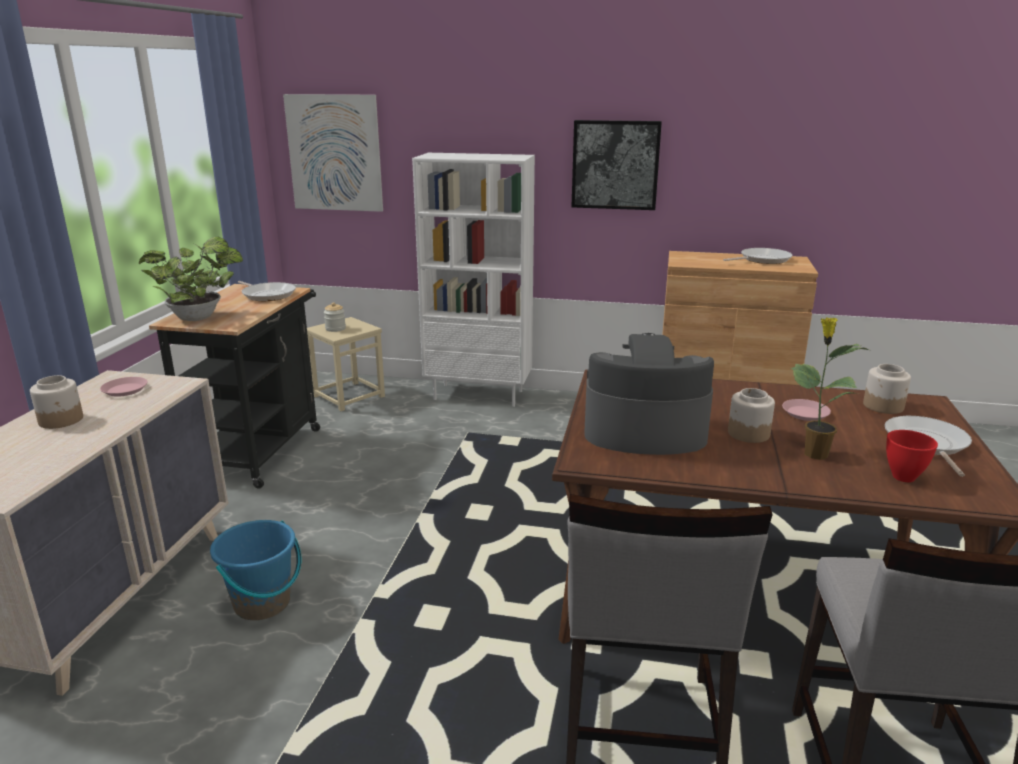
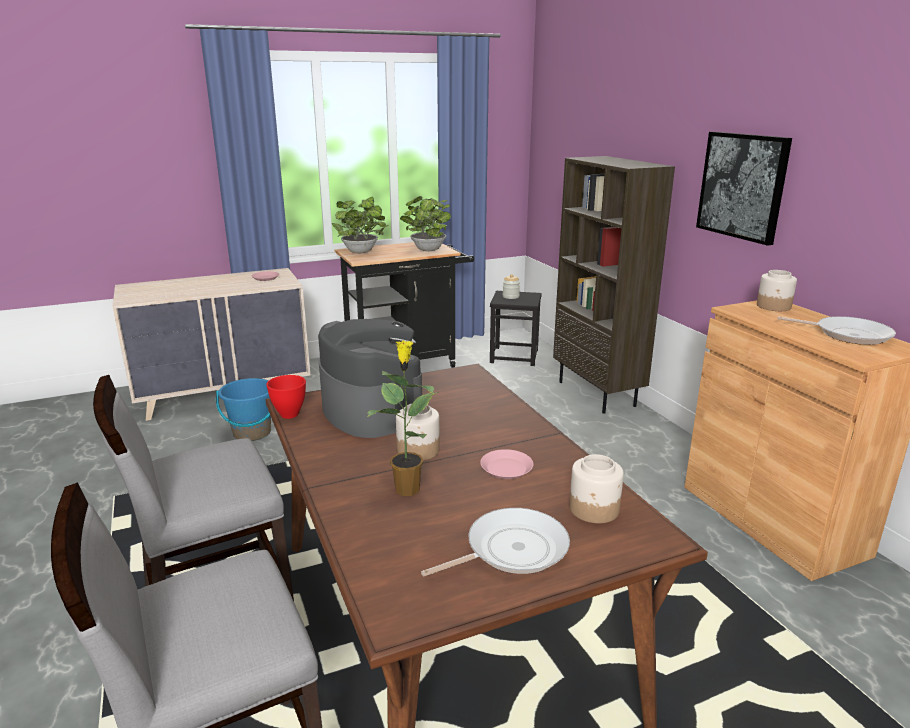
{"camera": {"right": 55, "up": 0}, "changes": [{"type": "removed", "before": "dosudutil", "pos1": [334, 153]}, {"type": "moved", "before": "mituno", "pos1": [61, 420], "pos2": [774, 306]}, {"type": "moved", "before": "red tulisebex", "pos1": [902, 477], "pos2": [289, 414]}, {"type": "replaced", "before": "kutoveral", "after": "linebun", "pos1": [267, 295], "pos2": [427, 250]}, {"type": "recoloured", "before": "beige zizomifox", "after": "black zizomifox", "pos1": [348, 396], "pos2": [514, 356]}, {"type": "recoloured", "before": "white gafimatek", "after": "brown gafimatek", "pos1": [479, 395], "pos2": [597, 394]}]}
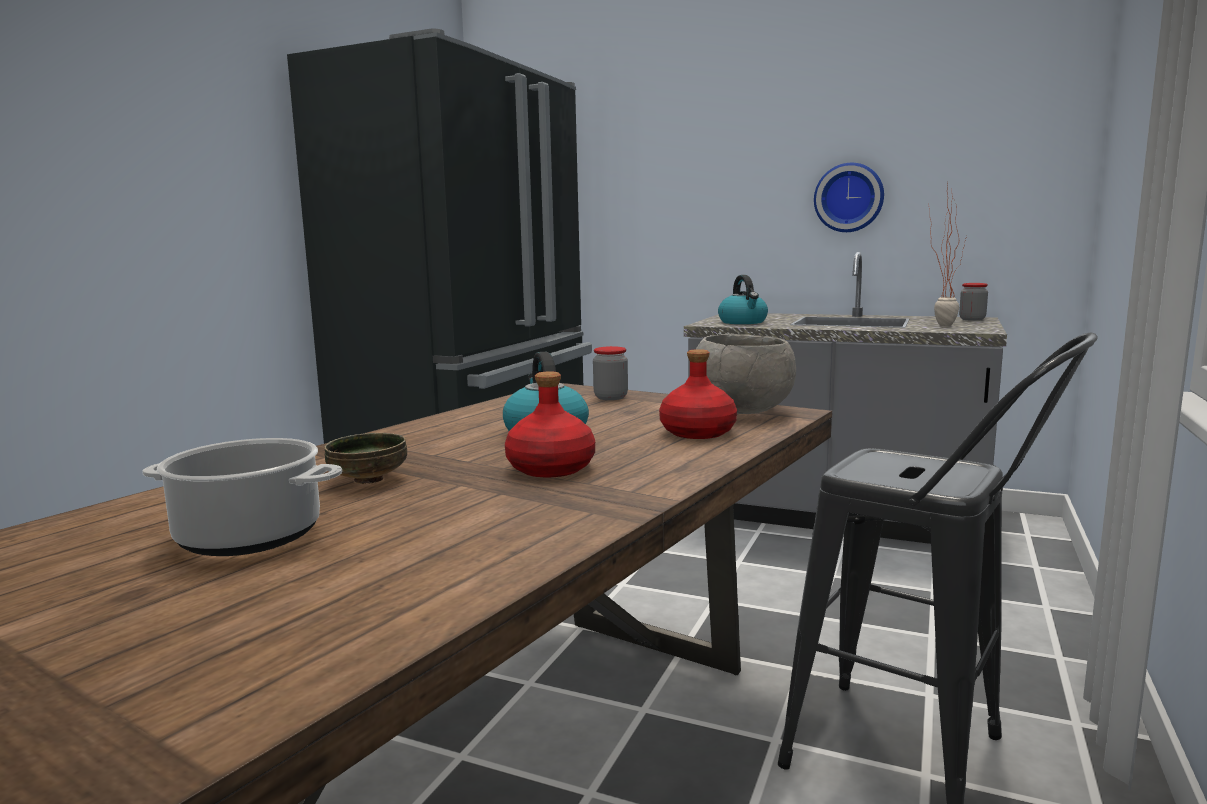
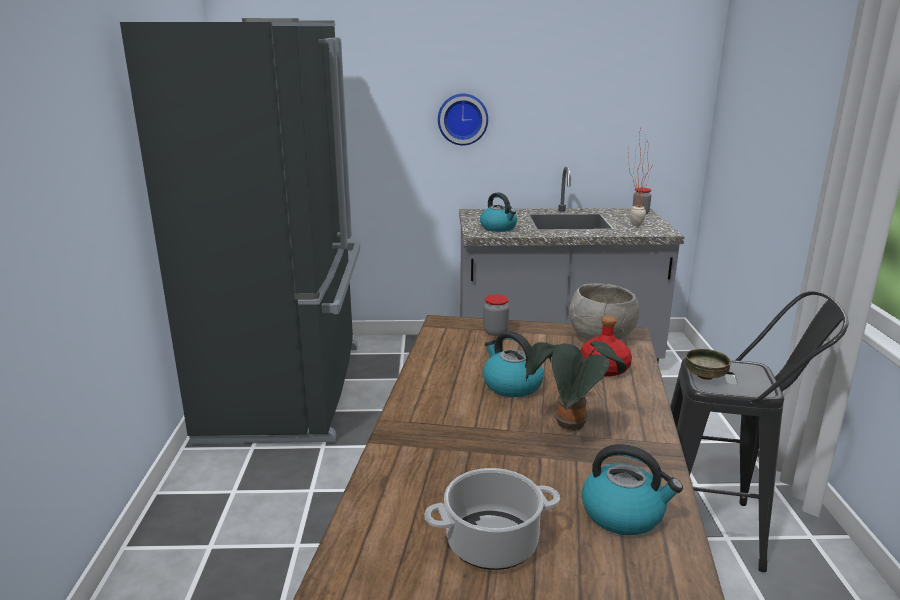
{"camera": {"right": -25, "up": 10}, "changes": [{"type": "added", "after": "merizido", "pos2": [624, 514]}, {"type": "moved", "before": "tulisebex", "pos1": [370, 480], "pos2": [705, 376]}, {"type": "moved", "before": "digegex", "pos1": [849, 198], "pos2": [462, 119]}, {"type": "replaced", "before": "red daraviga", "after": "linebun", "pos1": [551, 468], "pos2": [570, 427]}]}
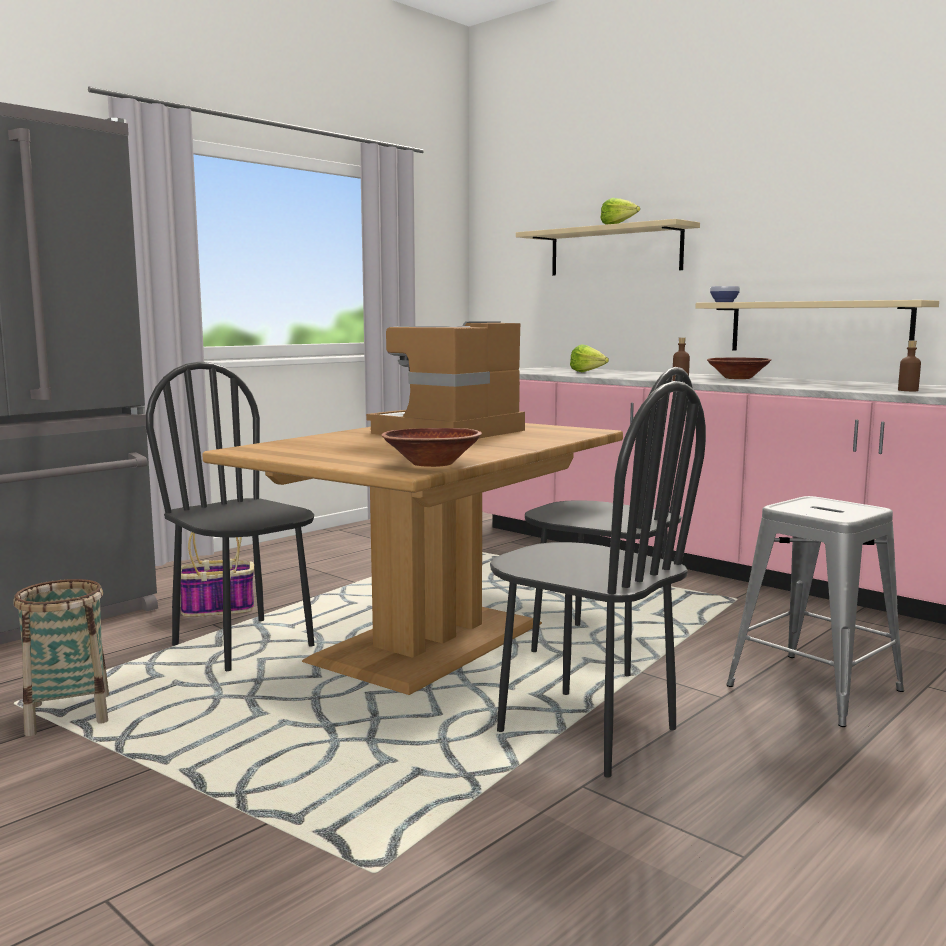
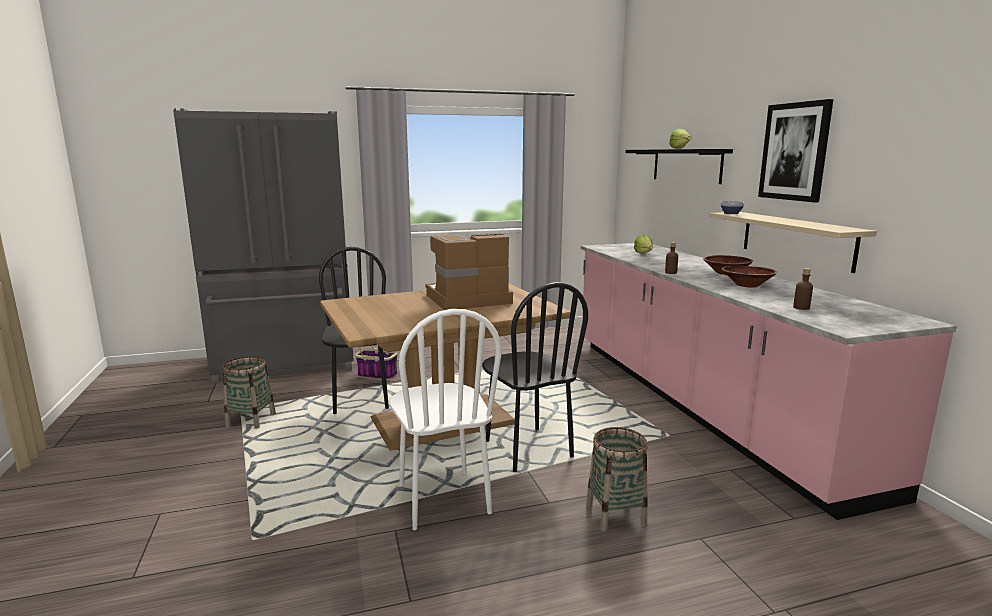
{"camera": {"right": 30, "up": 5}, "changes": [{"type": "added", "after": "dosudutil", "pos2": [795, 151]}, {"type": "moved", "before": "brown tulisebex", "pos1": [432, 464], "pos2": [747, 285]}, {"type": "replaced", "before": "grey zizomifox", "after": "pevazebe", "pos1": [813, 688], "pos2": [616, 514]}, {"type": "recoloured", "before": "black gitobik", "after": "white gitobik", "pos1": [586, 731], "pos2": [442, 499]}, {"type": "recoloured", "before": "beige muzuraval", "after": "black muzuraval", "pos1": [614, 251], "pos2": [686, 165]}]}
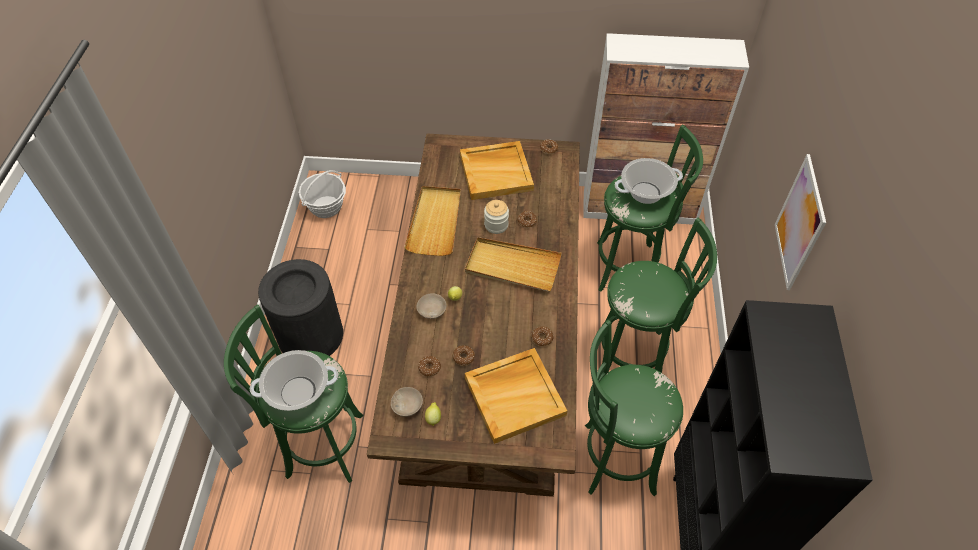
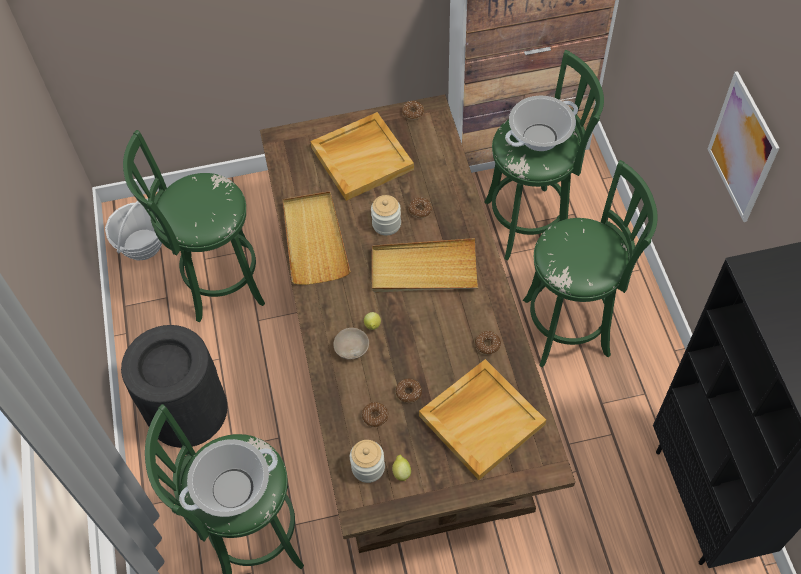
{"camera": {"right": -15, "up": 5}, "changes": [{"type": "moved", "before": "green zizomifox", "pos1": [614, 458], "pos2": [218, 283]}, {"type": "replaced", "before": "beige tulisebex", "after": "mituno", "pos1": [408, 406], "pos2": [368, 467]}]}
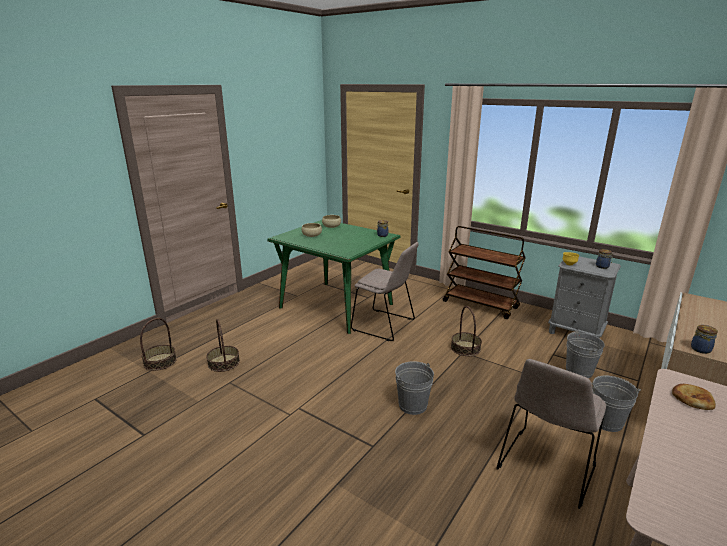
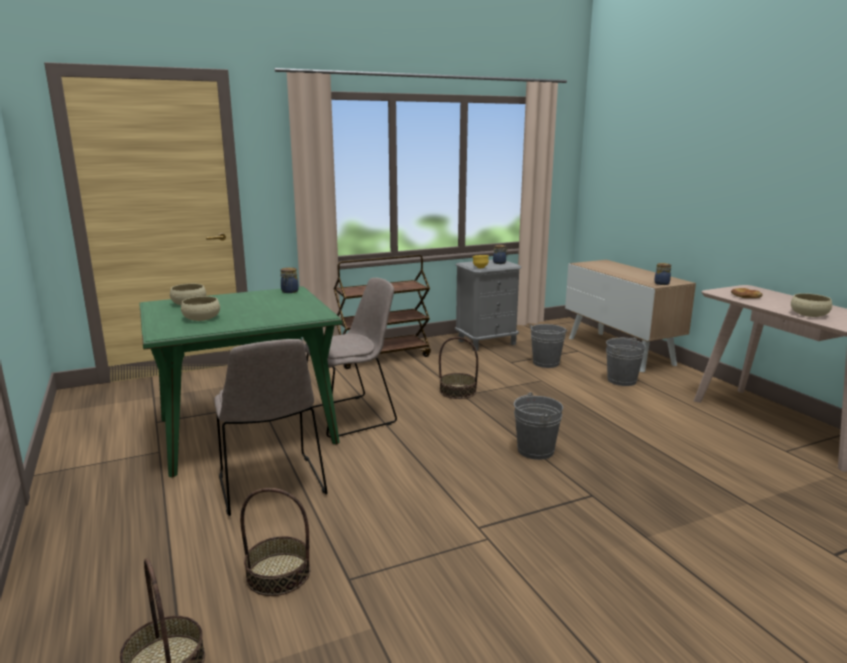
{"camera": {"right": -60, "up": -5}, "changes": [{"type": "added", "after": "beige tulisebex", "pos2": [809, 314]}, {"type": "moved", "before": "beige gitobik", "pos1": [545, 468], "pos2": [272, 487]}]}
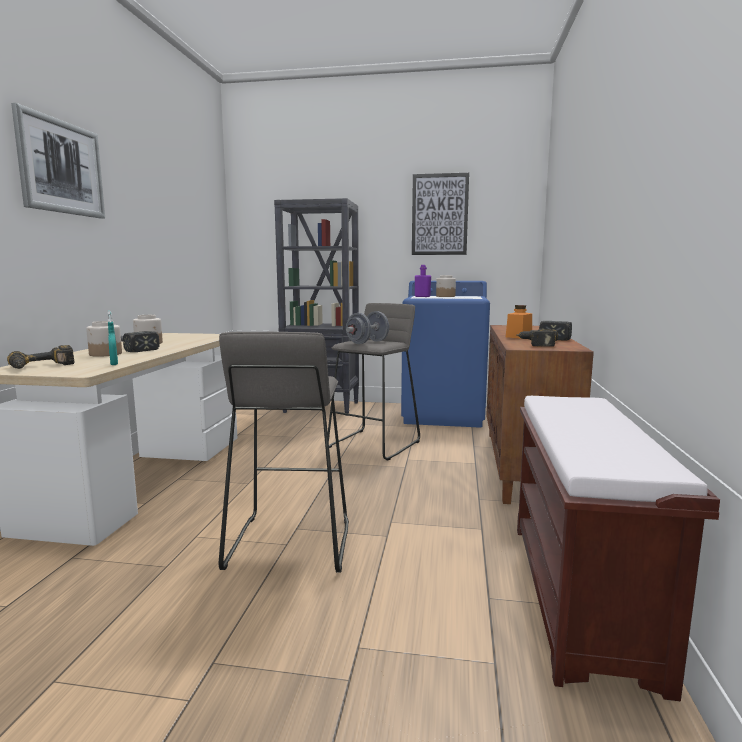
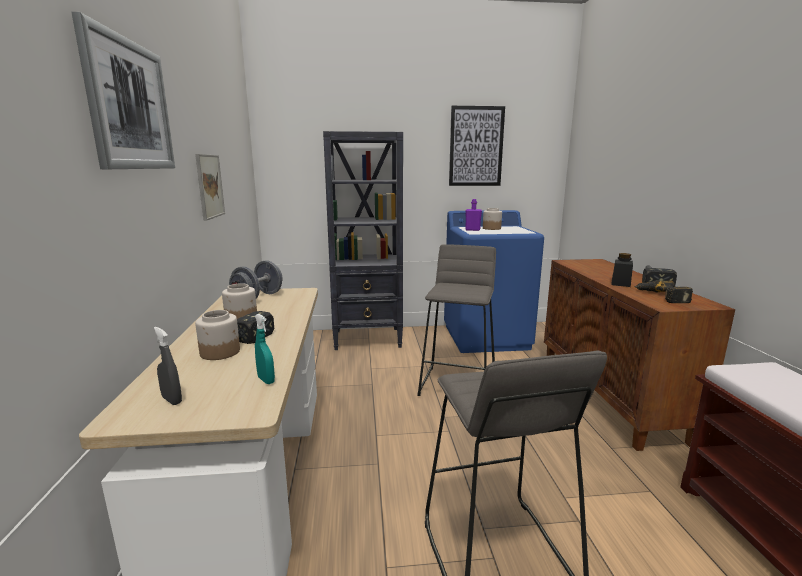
{"camera": {"right": -15, "up": 5}, "changes": [{"type": "added", "after": "dosudutil", "pos2": [209, 186]}, {"type": "moved", "before": "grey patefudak", "pos1": [367, 342], "pos2": [258, 297]}, {"type": "replaced", "before": "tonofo", "after": "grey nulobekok", "pos1": [42, 366], "pos2": [172, 400]}, {"type": "recoloured", "before": "orange mituno", "after": "black mituno", "pos1": [518, 336], "pos2": [620, 283]}]}
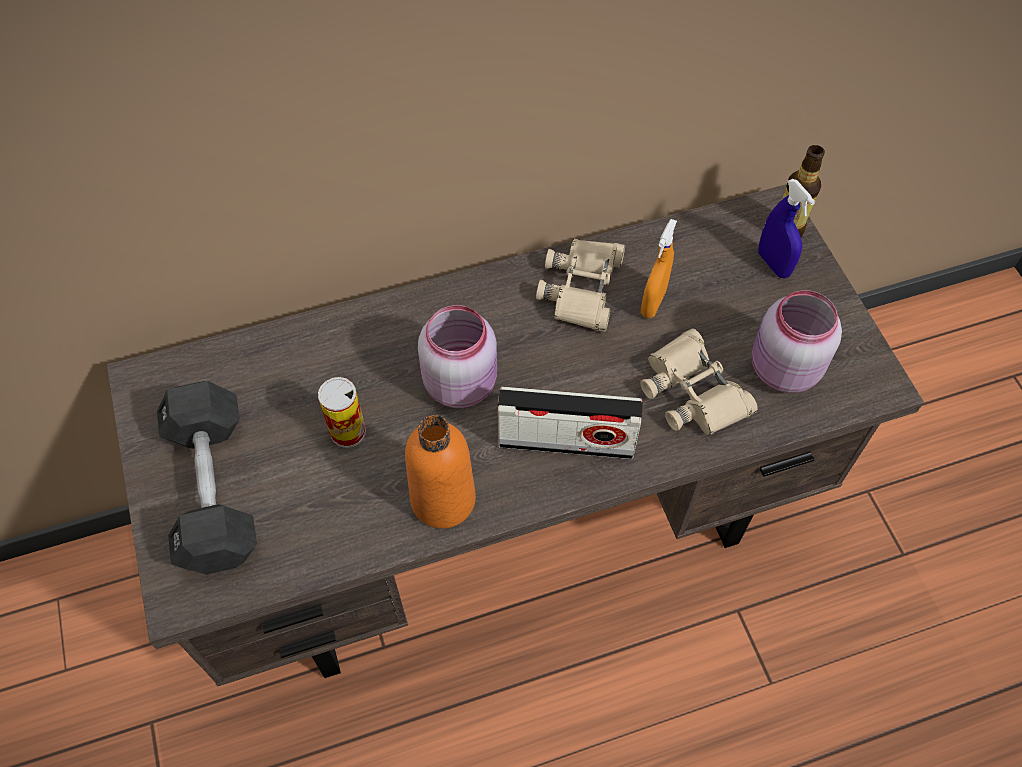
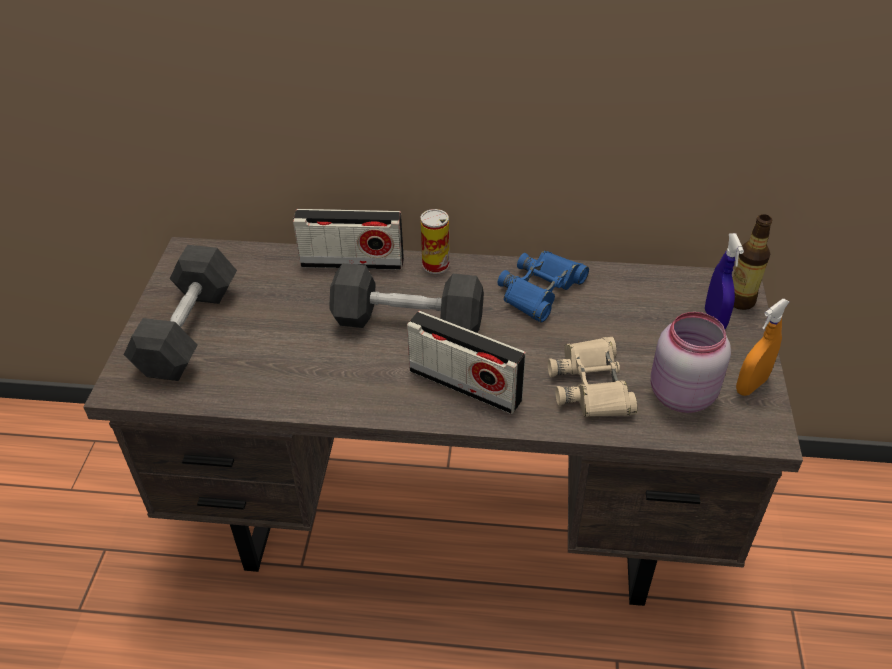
{"camera": {"right": 25, "up": -15}, "changes": [{"type": "removed", "before": "orange daraviga", "pos1": [443, 499]}, {"type": "added", "after": "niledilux", "pos2": [352, 262]}, {"type": "moved", "before": "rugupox", "pos1": [348, 432], "pos2": [435, 265]}, {"type": "moved", "before": "orange nulobekok", "pos1": [653, 303], "pos2": [751, 385]}, {"type": "replaced", "before": "pink mituno", "after": "black patefudak", "pos1": [461, 382], "pos2": [408, 321]}, {"type": "recoloured", "before": "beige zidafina", "after": "blue zidafina", "pos1": [582, 288], "pos2": [540, 290]}]}
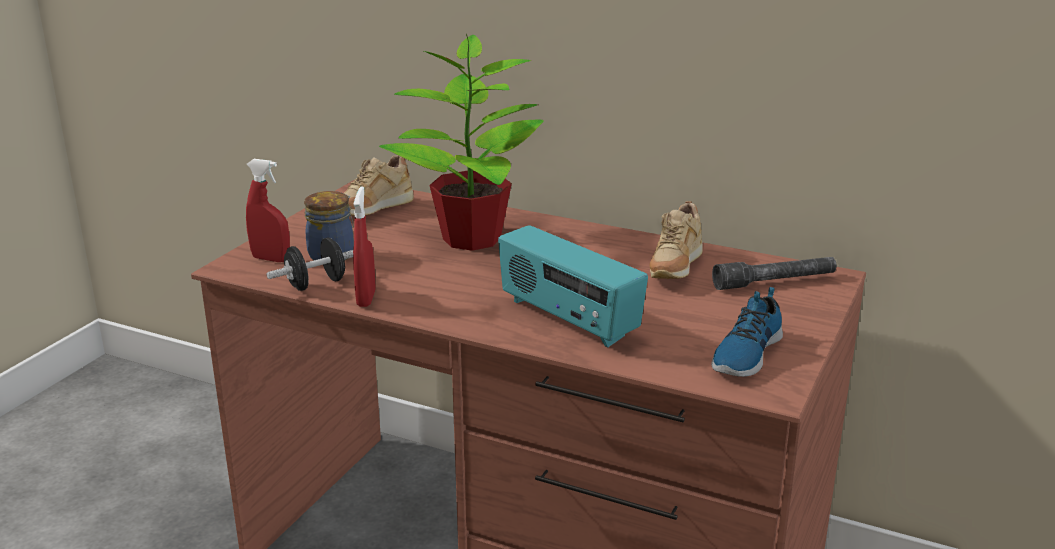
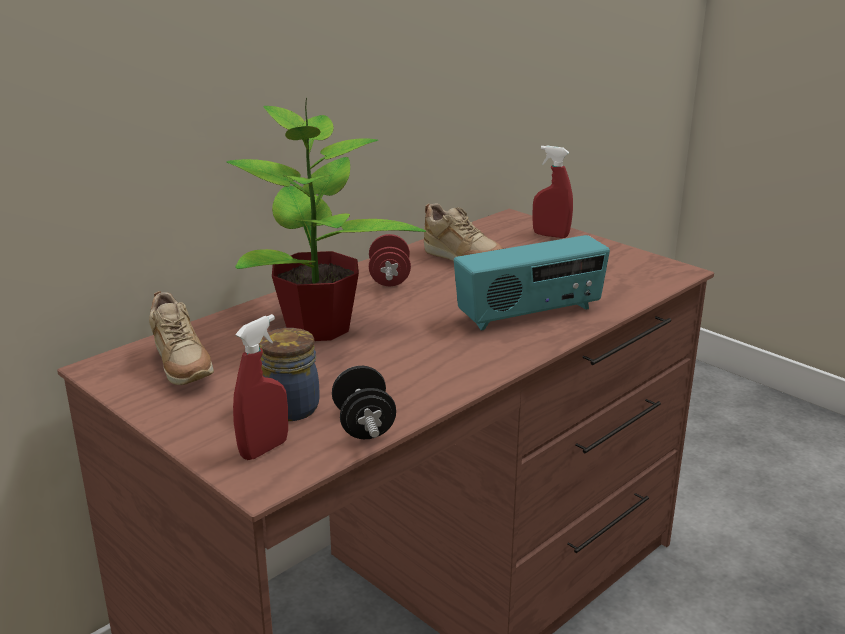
{"camera": {"right": -70, "up": 0}, "changes": [{"type": "removed", "before": "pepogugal", "pos1": [745, 354]}, {"type": "removed", "before": "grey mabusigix", "pos1": [774, 282]}, {"type": "added", "after": "red patefudak", "pos2": [389, 279]}, {"type": "moved", "before": "red nulobekok", "pos1": [366, 298], "pos2": [550, 235]}]}
